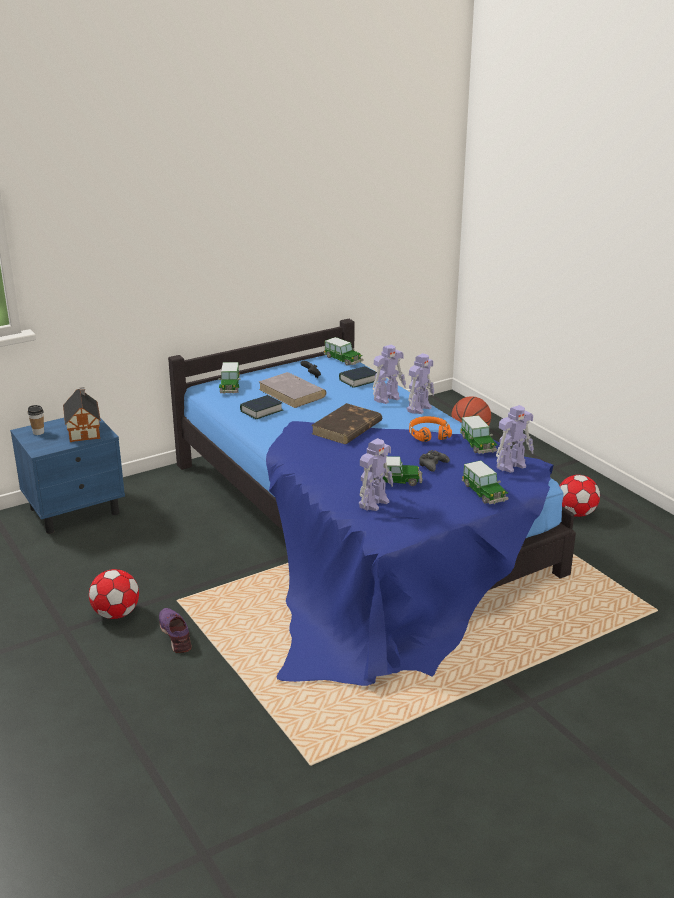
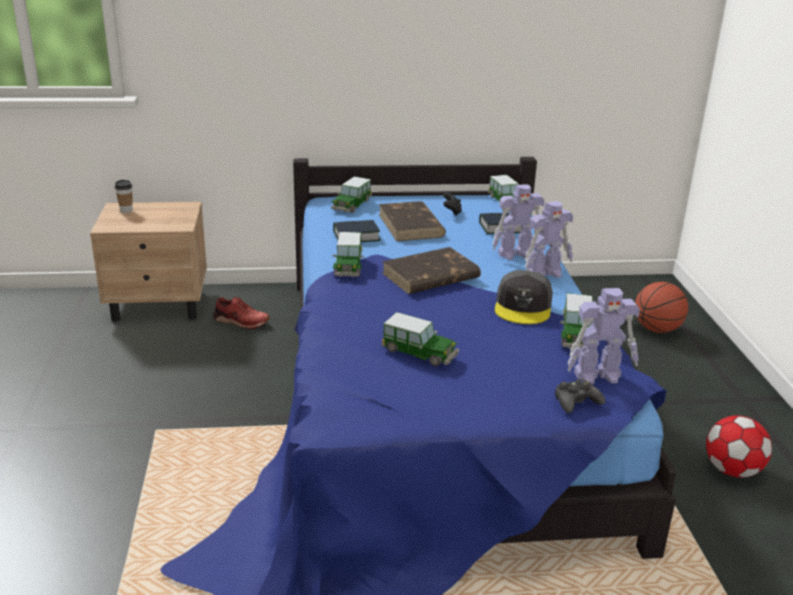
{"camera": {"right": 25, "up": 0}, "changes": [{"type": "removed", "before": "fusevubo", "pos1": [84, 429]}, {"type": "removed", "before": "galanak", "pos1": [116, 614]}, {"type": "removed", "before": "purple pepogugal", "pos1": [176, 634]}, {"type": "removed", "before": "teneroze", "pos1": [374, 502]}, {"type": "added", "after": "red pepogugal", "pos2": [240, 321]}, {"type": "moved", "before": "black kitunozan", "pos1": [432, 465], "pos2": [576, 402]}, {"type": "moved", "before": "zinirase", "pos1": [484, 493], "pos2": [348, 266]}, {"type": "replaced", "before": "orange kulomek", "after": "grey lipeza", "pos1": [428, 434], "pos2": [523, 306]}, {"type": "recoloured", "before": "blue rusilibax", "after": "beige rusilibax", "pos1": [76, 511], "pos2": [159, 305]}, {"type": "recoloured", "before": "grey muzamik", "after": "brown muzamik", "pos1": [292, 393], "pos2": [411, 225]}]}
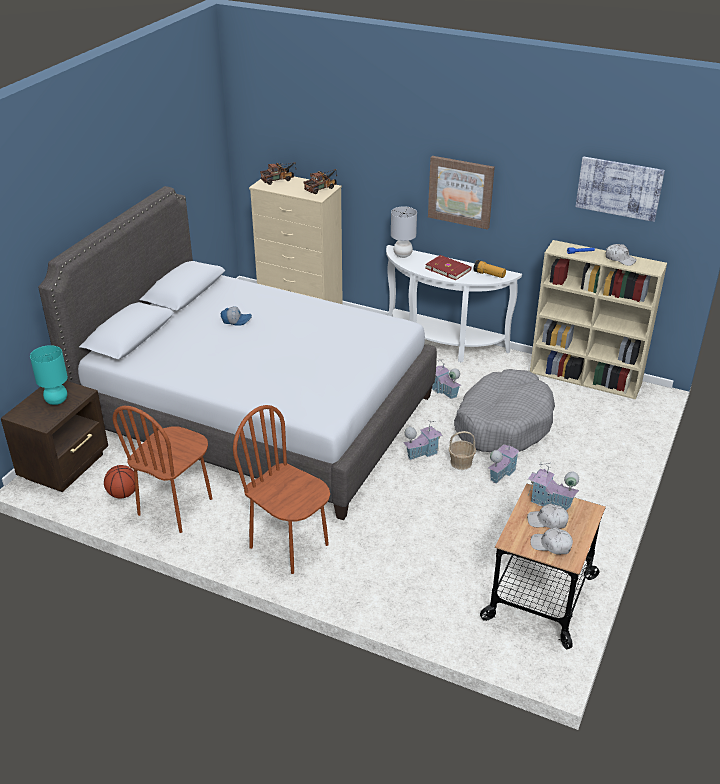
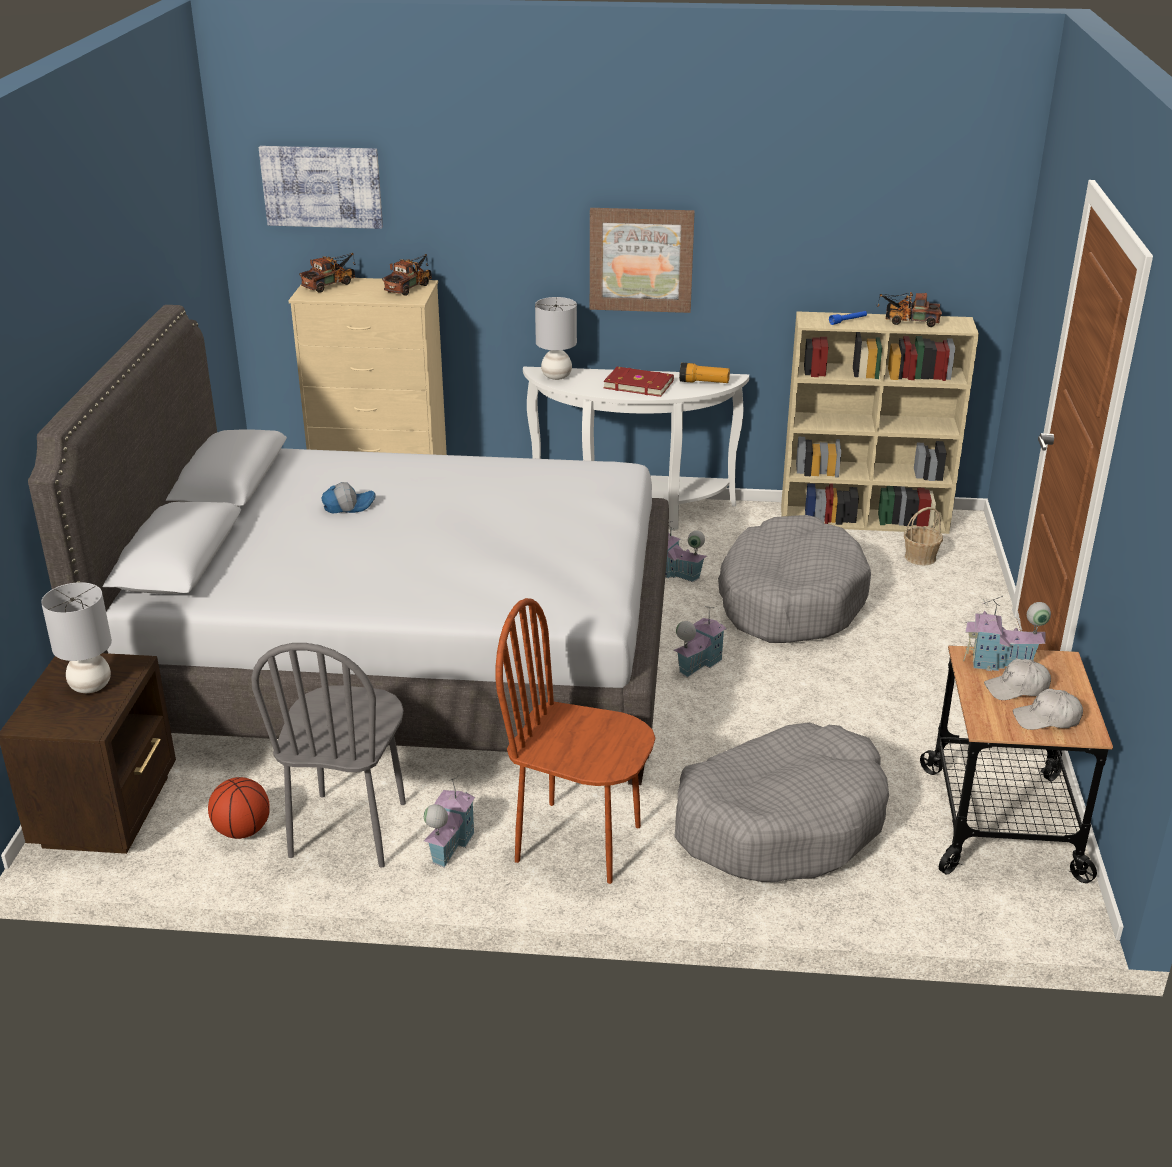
{"camera": {"right": -20, "up": -5}, "changes": [{"type": "added", "after": "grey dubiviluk", "pos2": [781, 823]}, {"type": "moved", "before": "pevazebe", "pos1": [461, 462], "pos2": [920, 557]}, {"type": "moved", "before": "fusevubo", "pos1": [501, 473], "pos2": [449, 845]}, {"type": "moved", "before": "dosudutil", "pos1": [619, 188], "pos2": [322, 186]}, {"type": "replaced", "before": "white lipeza", "after": "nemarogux", "pos1": [620, 259], "pos2": [907, 321]}, {"type": "recoloured", "before": "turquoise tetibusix", "after": "grey tetibusix", "pos1": [56, 401], "pos2": [90, 686]}, {"type": "recoloured", "before": "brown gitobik", "after": "grey gitobik", "pos1": [175, 507], "pos2": [349, 829]}]}
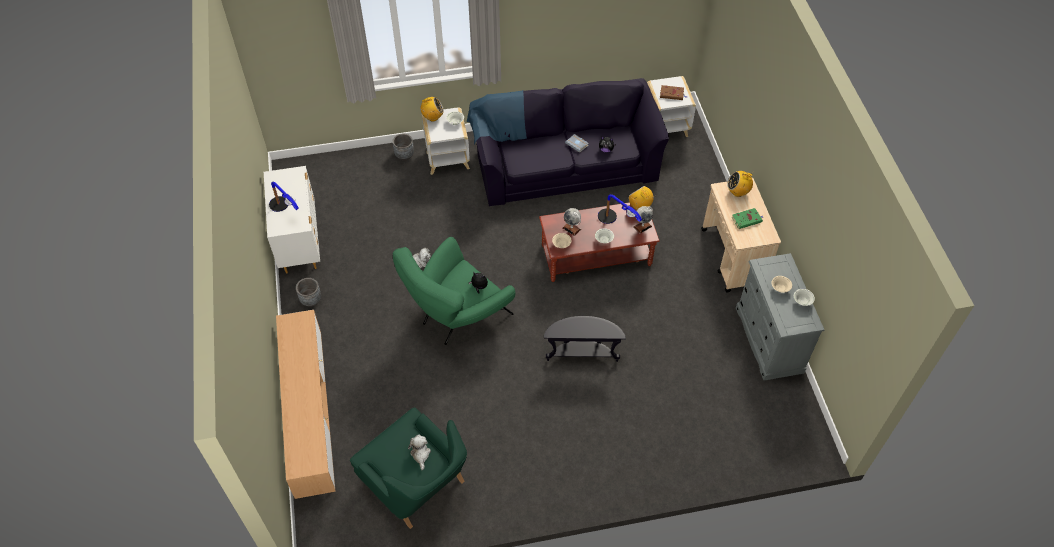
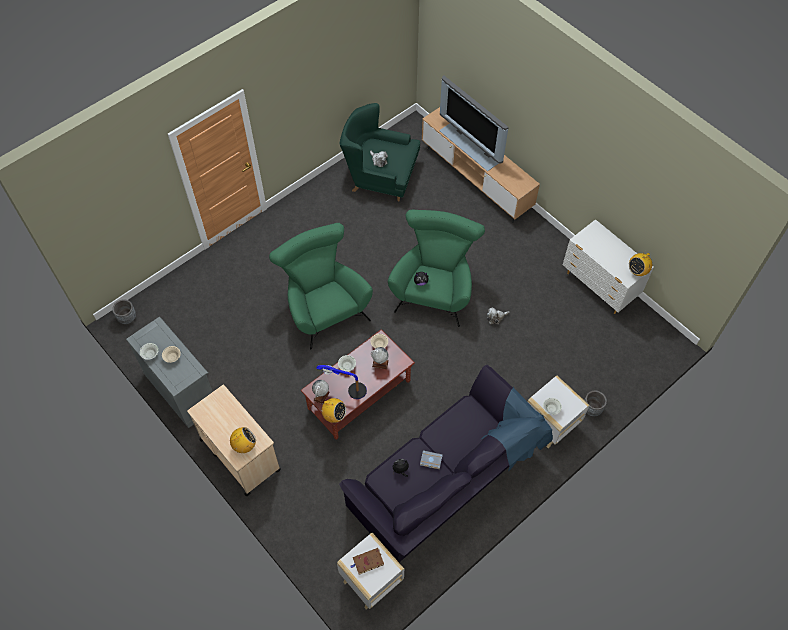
{"camera": {"right": 150, "up": 5}, "changes": [{"type": "removed", "before": "tetibusix", "pos1": [285, 210]}, {"type": "removed", "before": "green muzamik", "pos1": [747, 219]}, {"type": "added", "after": "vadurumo", "pos2": [471, 145]}, {"type": "moved", "before": "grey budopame", "pos1": [311, 300], "pos2": [127, 318]}, {"type": "moved", "before": "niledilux", "pos1": [432, 117], "pos2": [637, 271]}, {"type": "replaced", "before": "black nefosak", "after": "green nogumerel", "pos1": [582, 353], "pos2": [323, 307]}]}
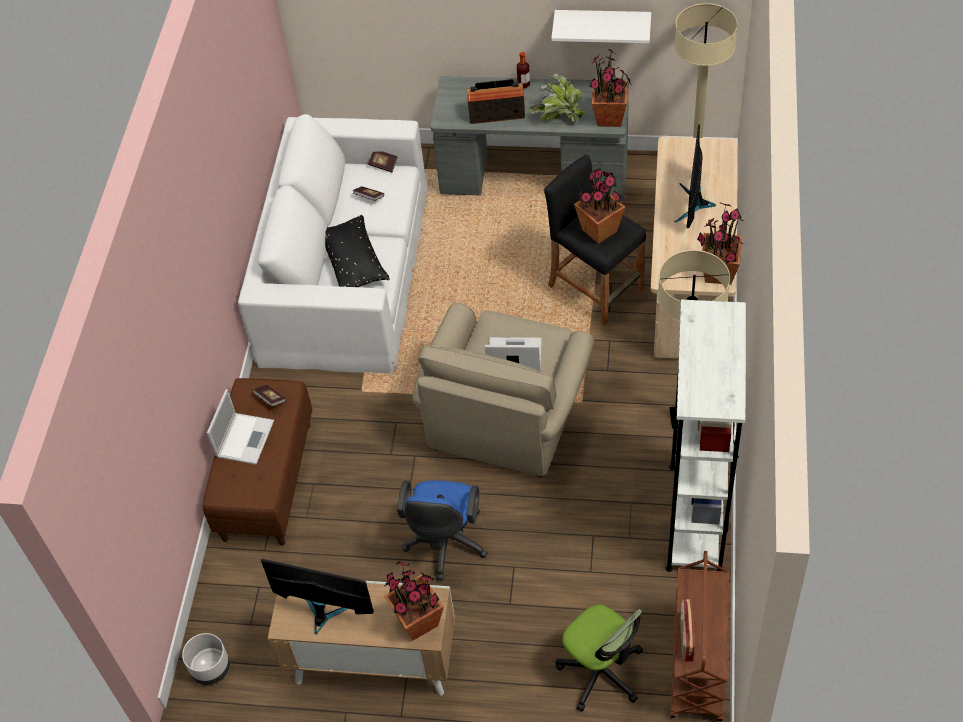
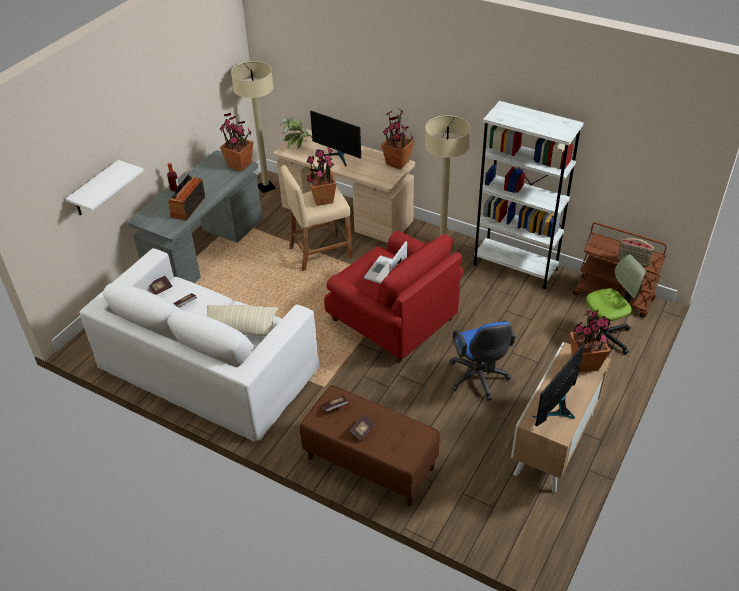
{"camera": {"right": -70, "up": -10}, "changes": [{"type": "removed", "before": "grey budopame", "pos1": [210, 668]}, {"type": "moved", "before": "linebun", "pos1": [558, 116], "pos2": [297, 144]}, {"type": "moved", "before": "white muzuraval", "pos1": [602, 24], "pos2": [95, 189]}, {"type": "replaced", "before": "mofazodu", "after": "muzamik", "pos1": [245, 438], "pos2": [362, 431]}, {"type": "recoloured", "before": "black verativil", "after": "beige verativil", "pos1": [353, 262], "pos2": [240, 328]}, {"type": "recoloured", "before": "beige nogumerel", "after": "red nogumerel", "pos1": [508, 415], "pos2": [393, 320]}, {"type": "recoloured", "before": "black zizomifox", "after": "beige zizomifox", "pos1": [595, 288], "pos2": [320, 252]}, {"type": "turned", "before": "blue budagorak", "pos1": [445, 545], "pos2": [479, 380], "turn": 45}]}
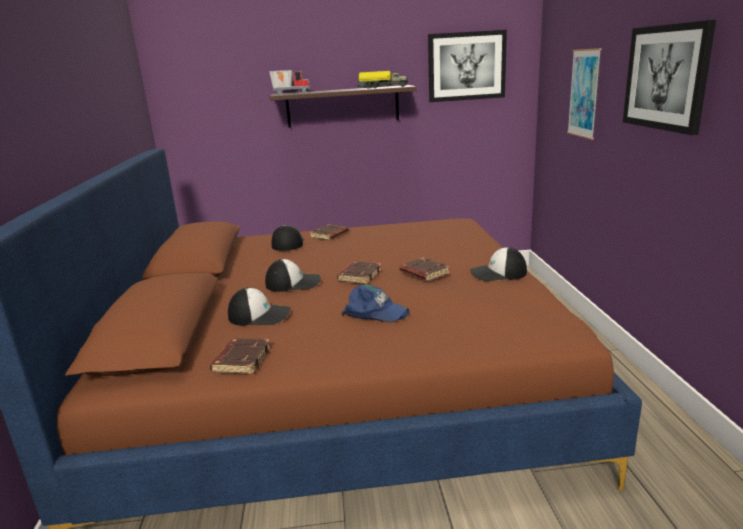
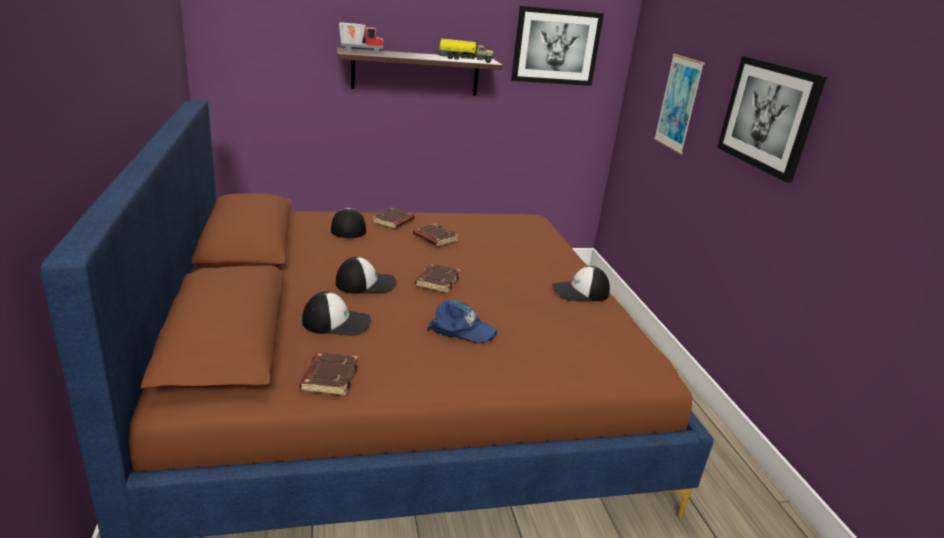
{"camera": {"right": -10, "up": 5}, "changes": [{"type": "moved", "before": "brown muzamik", "pos1": [423, 273], "pos2": [434, 238]}]}
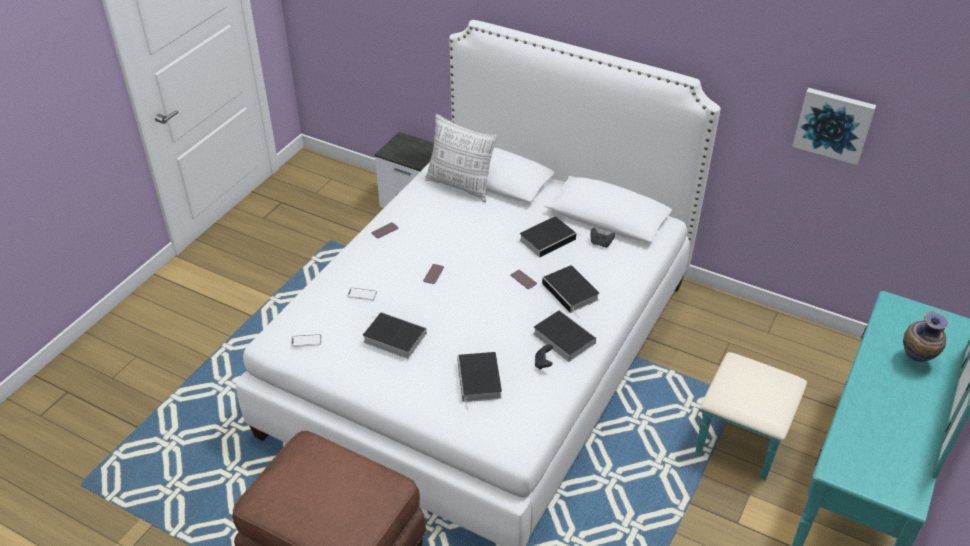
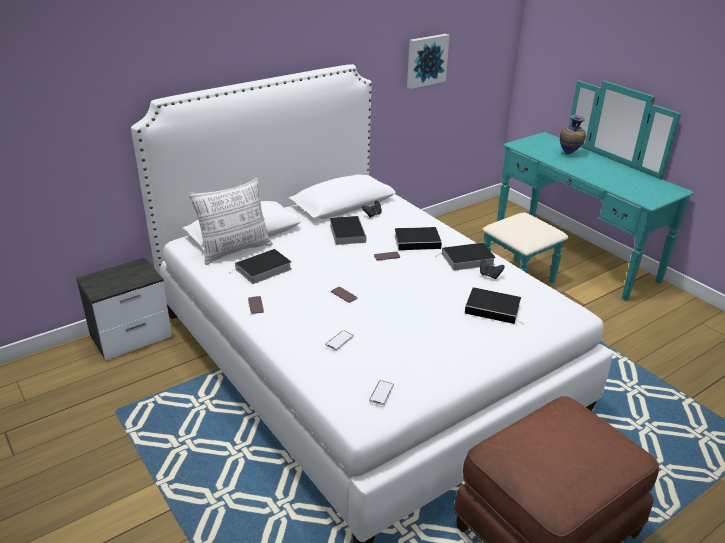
{"camera": {"right": -65, "up": -10}, "changes": [{"type": "moved", "before": "muzamik", "pos1": [392, 338], "pos2": [262, 270]}]}
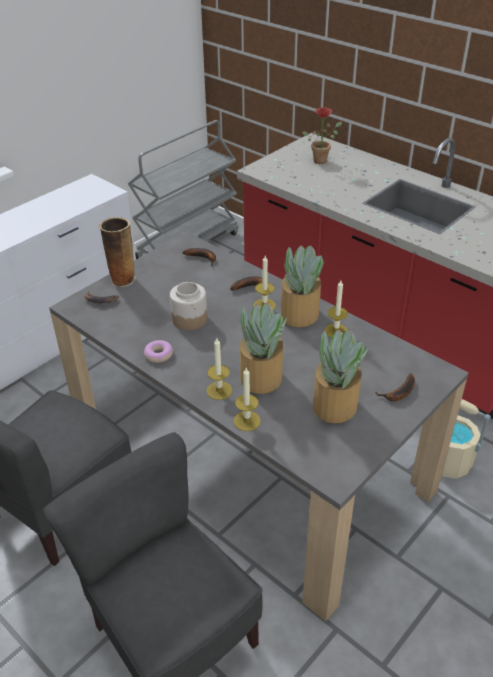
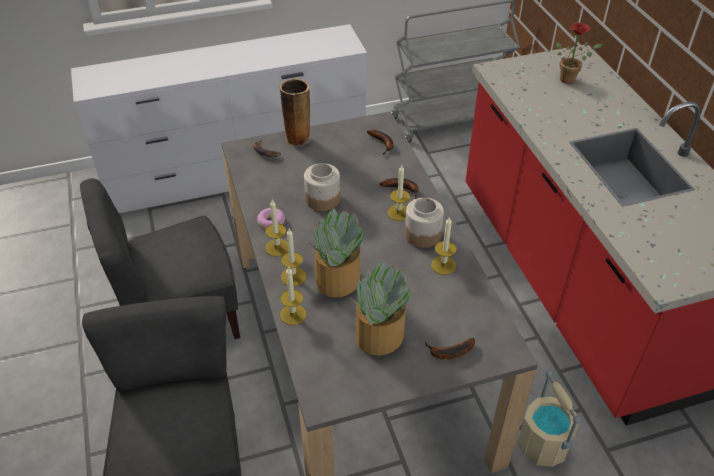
{"camera": {"right": 30, "up": 5}, "changes": [{"type": "added", "after": "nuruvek", "pos2": [277, 247]}, {"type": "replaced", "before": "linebun", "after": "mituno", "pos1": [299, 314], "pos2": [423, 234]}]}
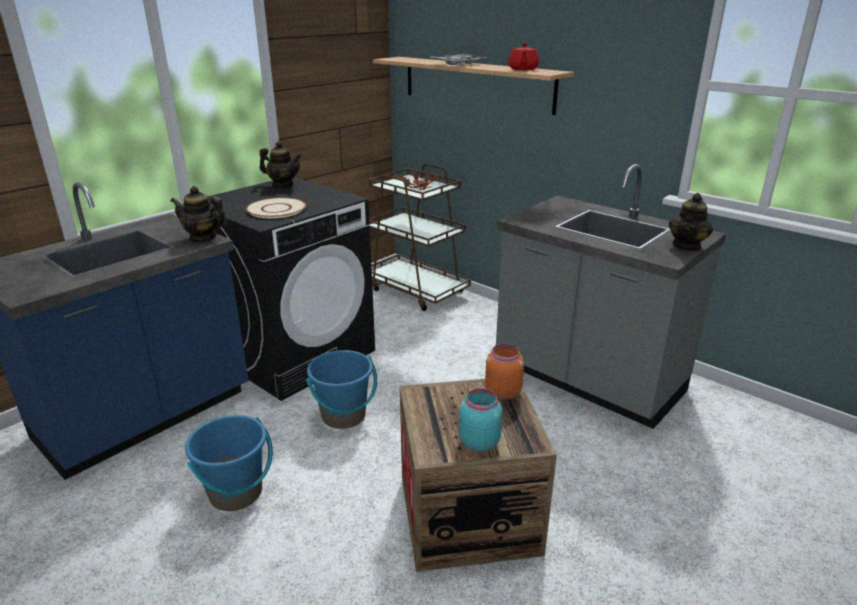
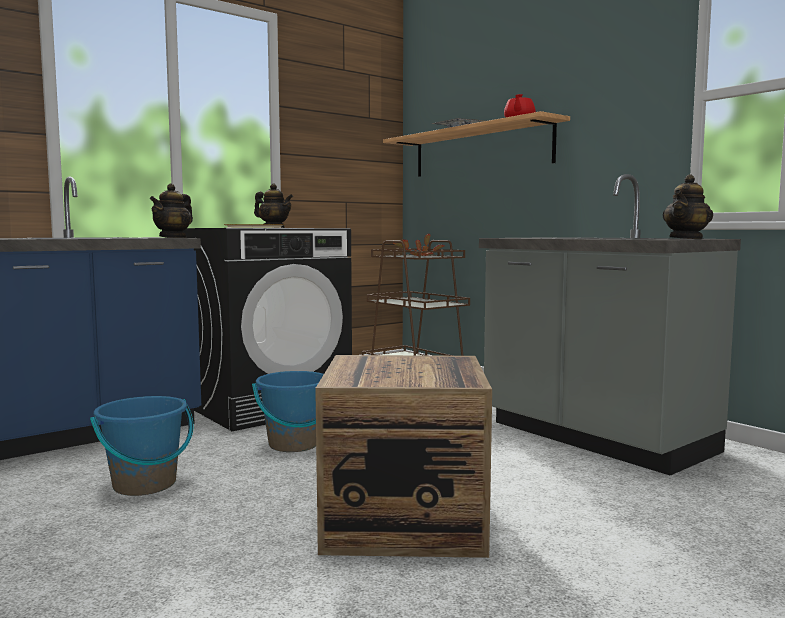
{"camera": {"right": 10, "up": -20}, "changes": [{"type": "removed", "before": "turquoise mituno", "pos1": [478, 442]}, {"type": "removed", "before": "orange mituno", "pos1": [502, 392]}, {"type": "turned", "before": "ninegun", "pos1": [203, 238], "pos2": [173, 237], "turn": -90}]}
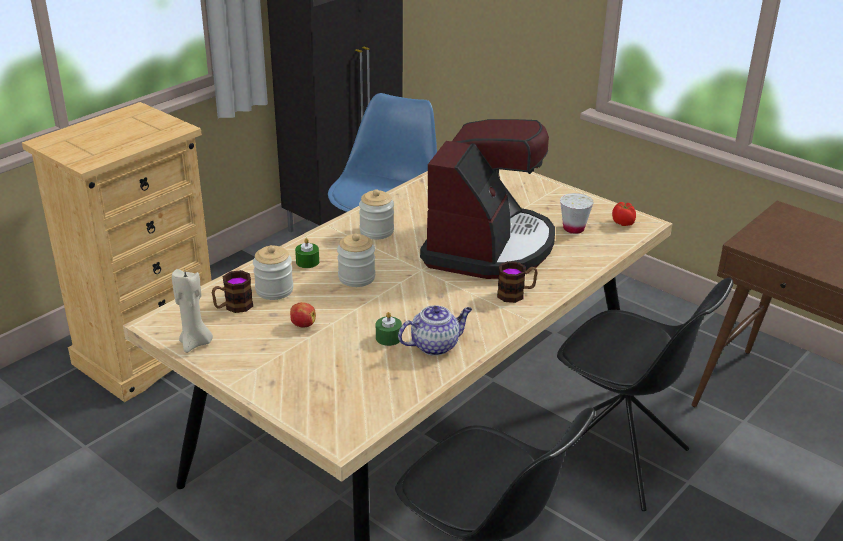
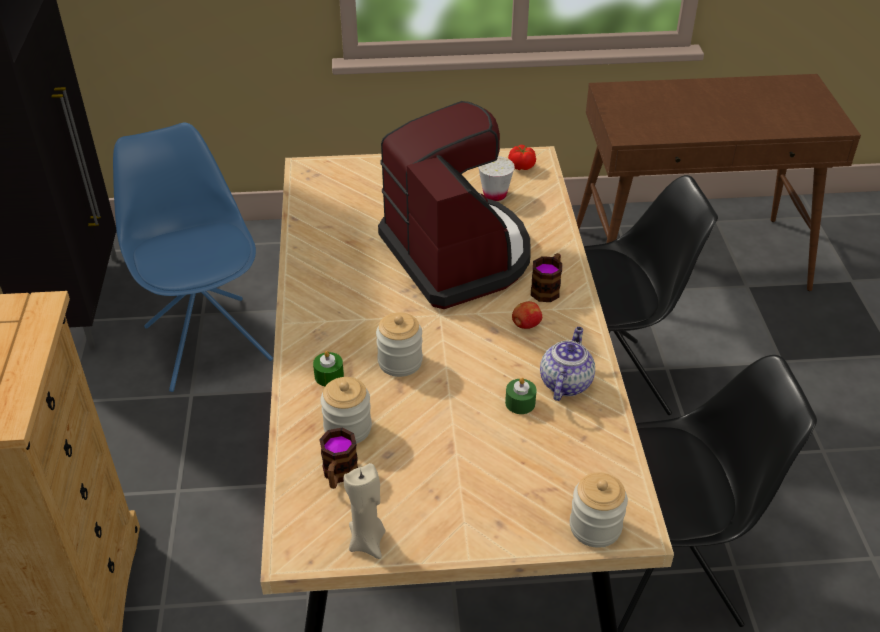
{"camera": {"right": -45, "up": 10}, "changes": [{"type": "moved", "before": "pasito", "pos1": [302, 325], "pos2": [525, 325]}, {"type": "moved", "before": "mituno", "pos1": [376, 231], "pos2": [595, 527]}]}
